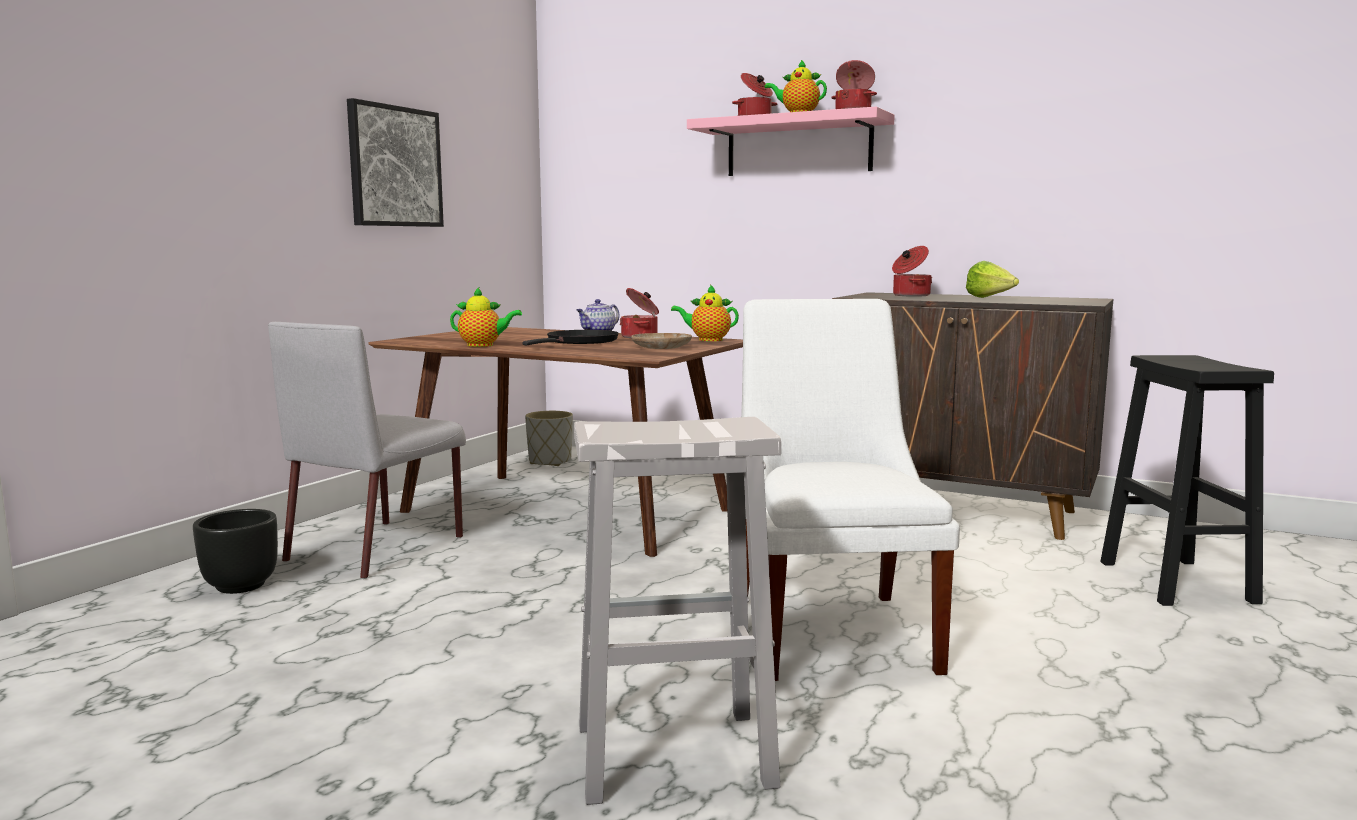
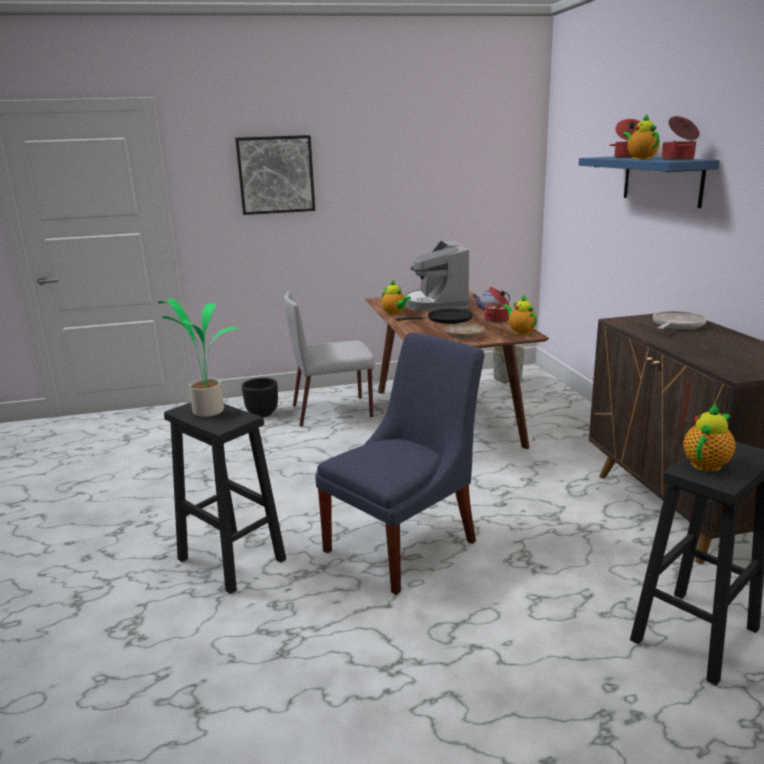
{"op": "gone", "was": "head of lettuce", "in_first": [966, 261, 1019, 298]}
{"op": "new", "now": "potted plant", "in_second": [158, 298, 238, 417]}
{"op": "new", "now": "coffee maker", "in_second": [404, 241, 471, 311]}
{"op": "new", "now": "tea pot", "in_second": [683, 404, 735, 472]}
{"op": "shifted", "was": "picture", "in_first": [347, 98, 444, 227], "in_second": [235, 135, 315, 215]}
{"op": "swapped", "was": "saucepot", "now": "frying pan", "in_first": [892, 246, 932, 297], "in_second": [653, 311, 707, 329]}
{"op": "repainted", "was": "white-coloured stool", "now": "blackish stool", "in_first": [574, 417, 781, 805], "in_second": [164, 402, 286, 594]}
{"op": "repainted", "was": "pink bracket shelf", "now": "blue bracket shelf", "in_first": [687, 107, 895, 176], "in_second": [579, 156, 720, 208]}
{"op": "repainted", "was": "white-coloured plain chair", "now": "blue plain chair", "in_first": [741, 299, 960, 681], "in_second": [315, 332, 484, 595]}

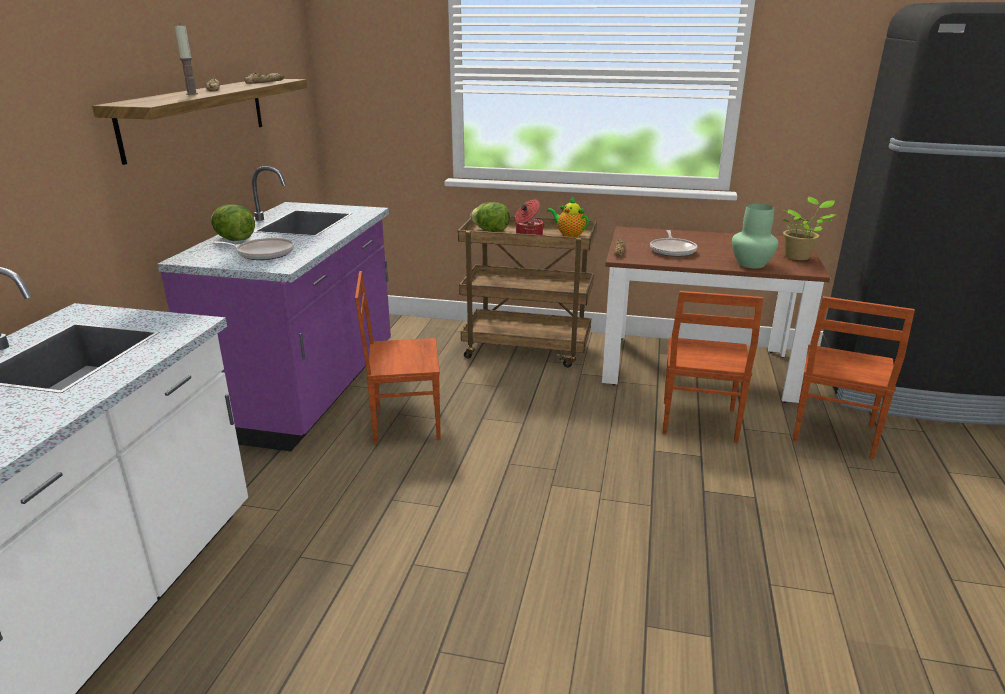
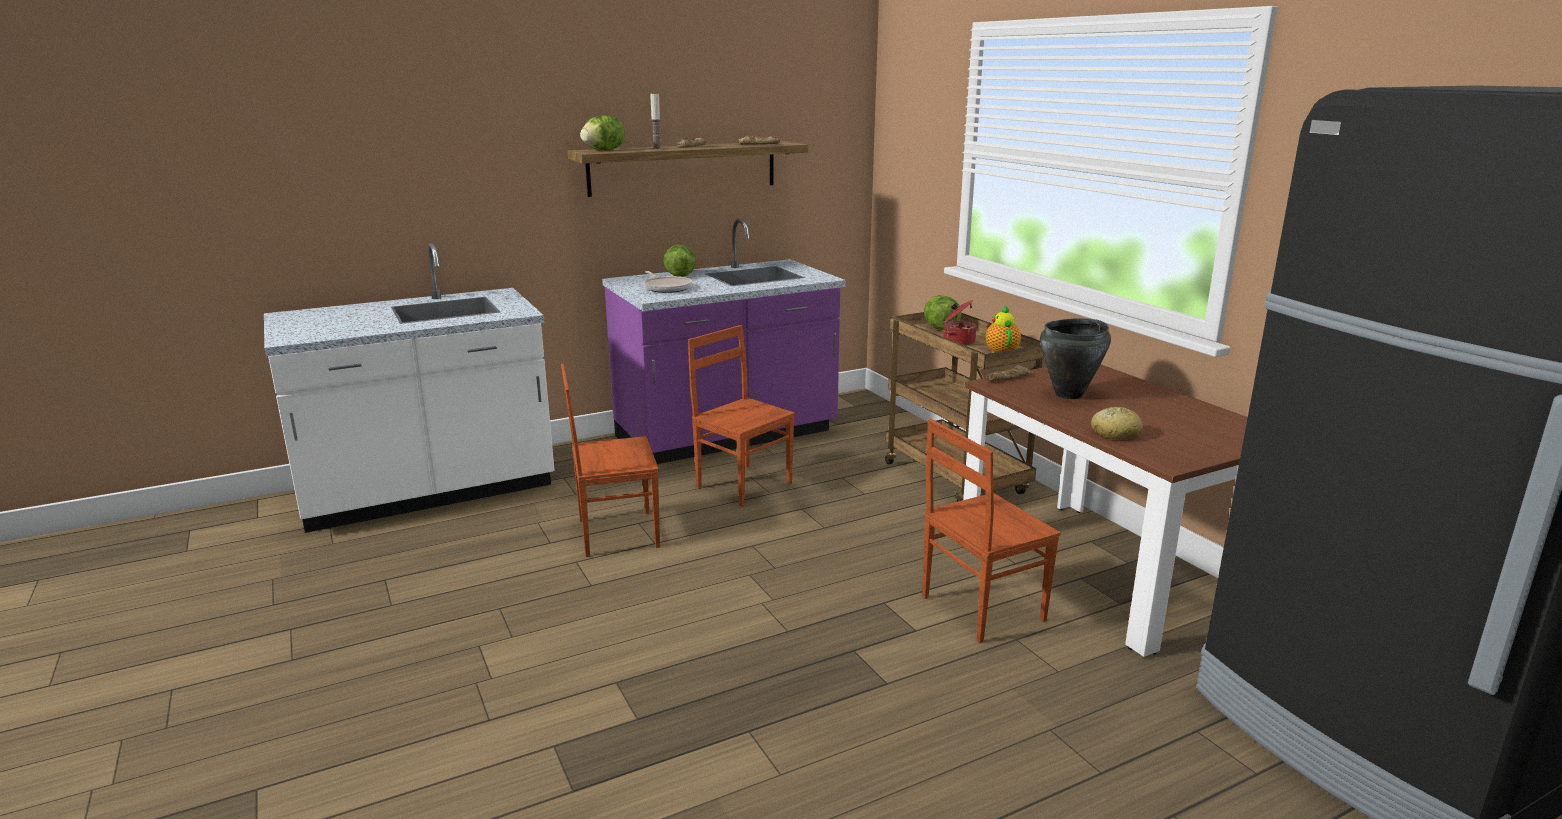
{"op": "gone", "was": "potted plant", "in_first": [782, 197, 835, 260]}
{"op": "new", "now": "head of lettuce", "in_second": [580, 115, 625, 151]}
{"op": "shifted", "was": "brown-coloured plain chair", "in_first": [793, 296, 915, 459], "in_second": [561, 364, 660, 557]}
{"op": "swapped", "was": "frying pan", "now": "blackish saucepot", "in_first": [650, 230, 697, 257], "in_second": [1040, 318, 1111, 399]}
{"op": "swapped", "was": "green decorative vase", "now": "bread", "in_first": [732, 204, 778, 268], "in_second": [1091, 407, 1143, 440]}

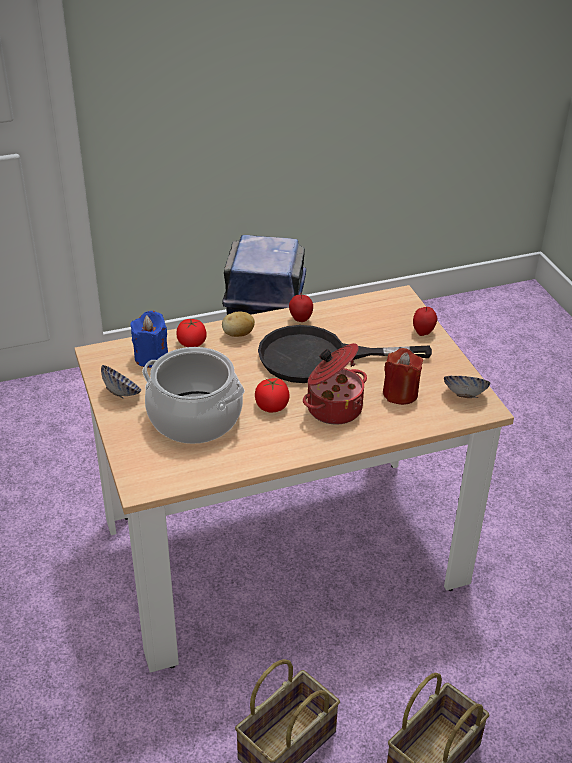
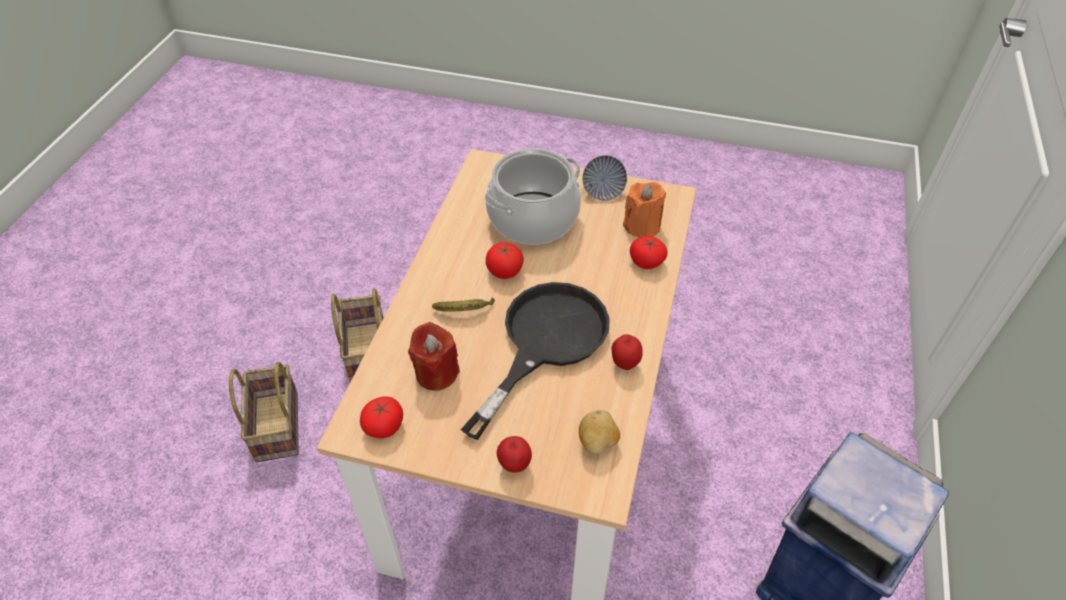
{"op": "shifted", "was": "potato", "in_first": [222, 311, 255, 337], "in_second": [579, 410, 620, 454]}
{"op": "swapped", "was": "saucepot", "now": "whole banana", "in_first": [303, 343, 367, 425], "in_second": [432, 297, 495, 312]}
{"op": "swapped", "was": "serving bowl", "now": "whole tomato", "in_first": [444, 376, 490, 398], "in_second": [360, 396, 403, 438]}
{"op": "repainted", "was": "blue wax candle", "now": "orangey wax candle", "in_first": [130, 311, 168, 368], "in_second": [623, 182, 666, 237]}

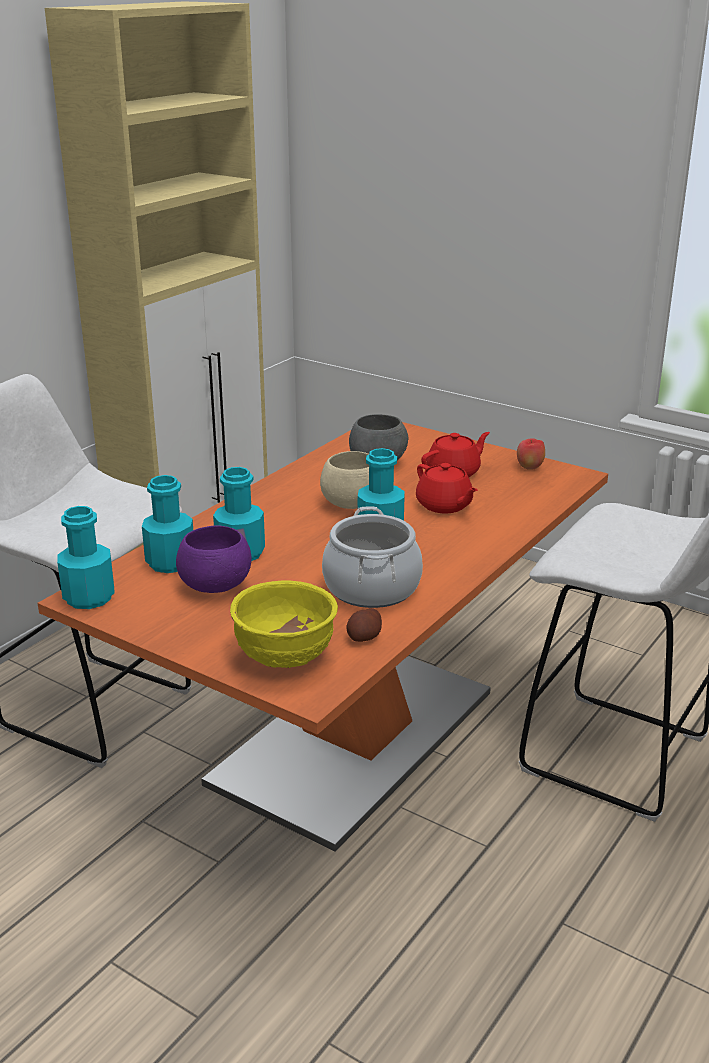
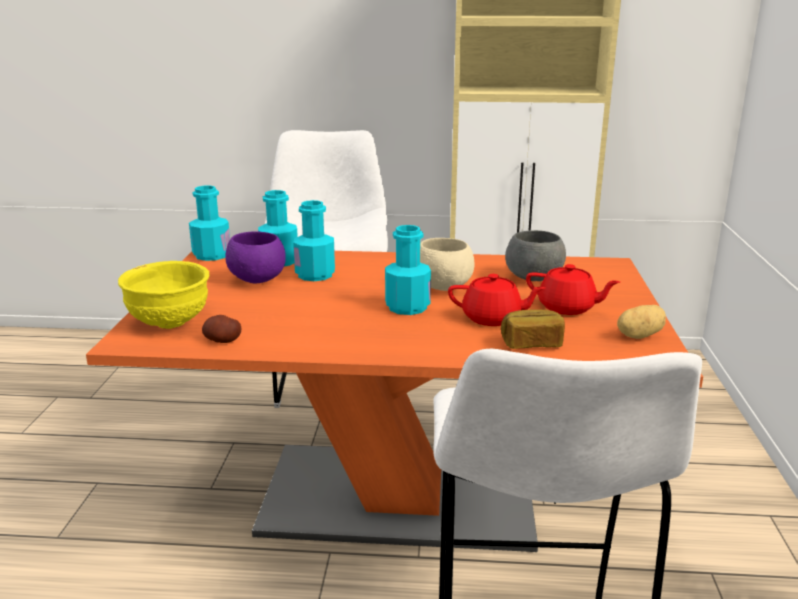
{"op": "gone", "was": "saucepot", "in_first": [322, 506, 423, 608]}
{"op": "new", "now": "bread", "in_second": [501, 309, 565, 349]}
{"op": "swapped", "was": "whole apple", "now": "potato", "in_first": [517, 438, 545, 470], "in_second": [617, 305, 666, 339]}
{"op": "rotated", "was": "red tea pot", "in_first": [416, 463, 478, 513], "in_second": [448, 274, 545, 326], "clockwise": -105}

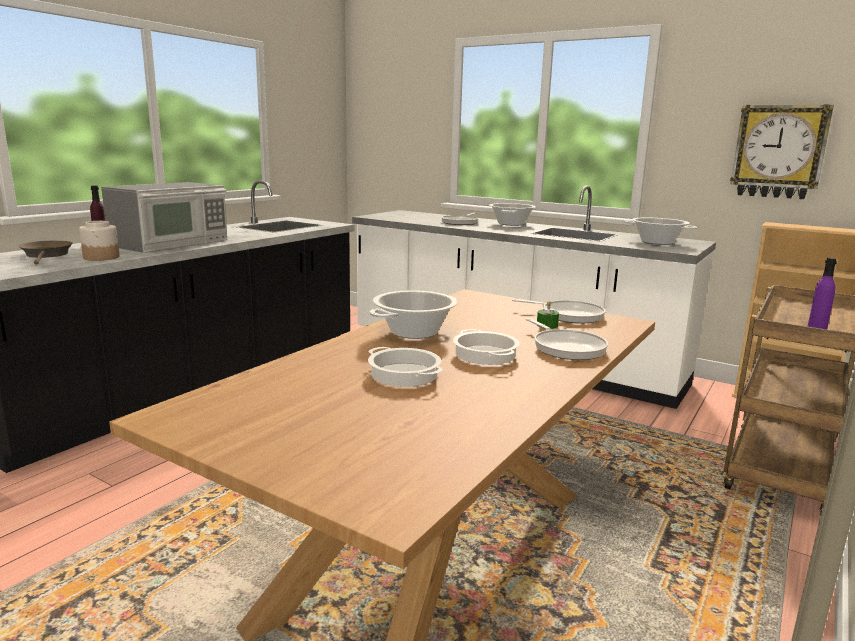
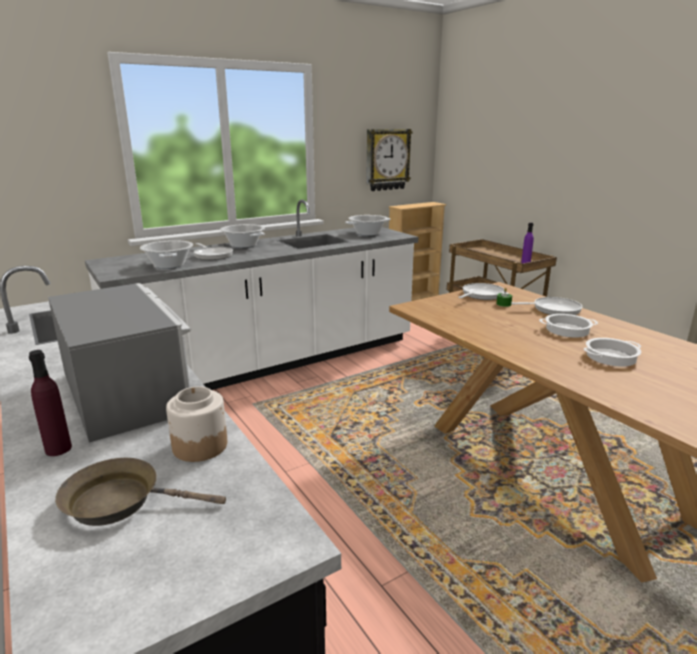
{"op": "shifted", "was": "saucepot", "in_first": [369, 290, 457, 339], "in_second": [140, 240, 193, 269]}

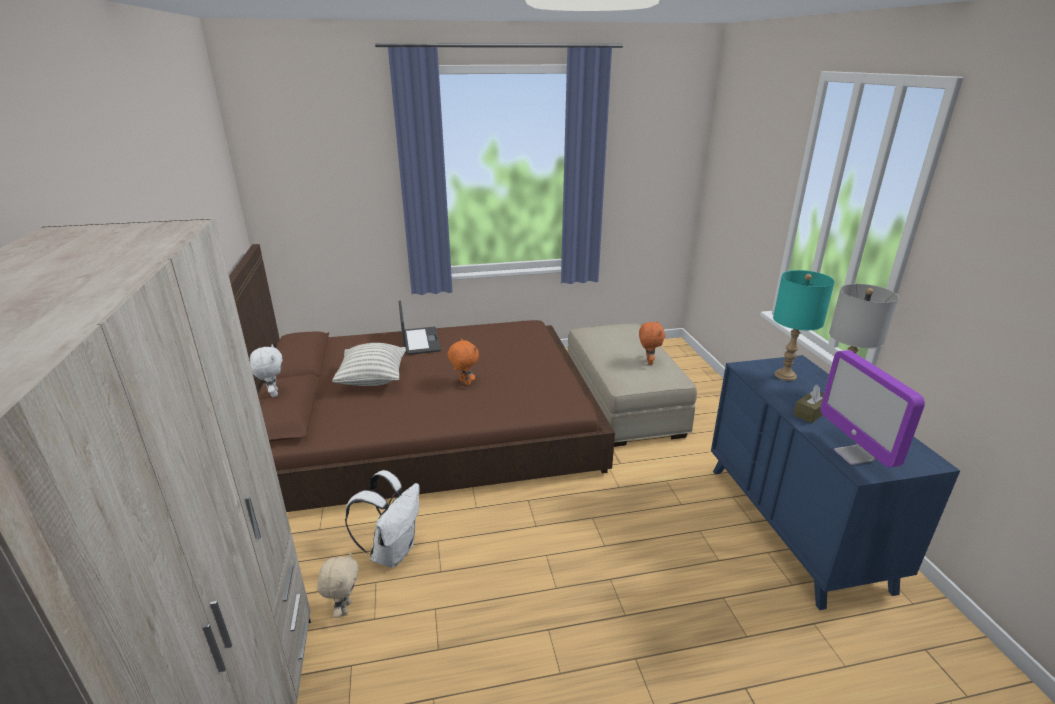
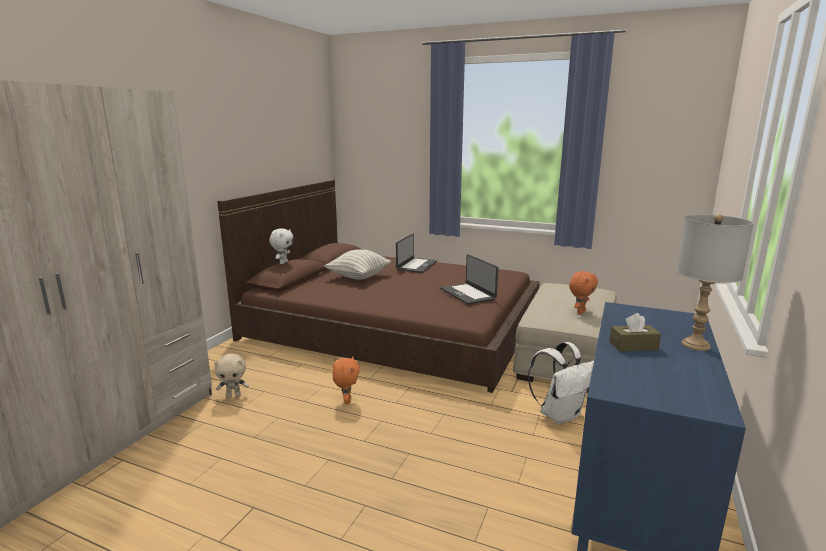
{"op": "gone", "was": "turquoise tabletop lamp", "in_first": [773, 270, 835, 381]}
{"op": "gone", "was": "computer screen", "in_first": [821, 350, 925, 468]}
{"op": "new", "now": "portable computer", "in_second": [440, 254, 498, 305]}
{"op": "shifted", "was": "white-coloured backpack", "in_first": [345, 470, 419, 568], "in_second": [528, 342, 594, 424]}
{"op": "shifted", "was": "orangey cuddly toy", "in_first": [448, 338, 479, 385], "in_second": [332, 356, 359, 404]}
{"op": "rotated", "was": "beige cuddly toy", "in_first": [317, 552, 359, 618], "in_second": [214, 354, 249, 398], "clockwise": 45}

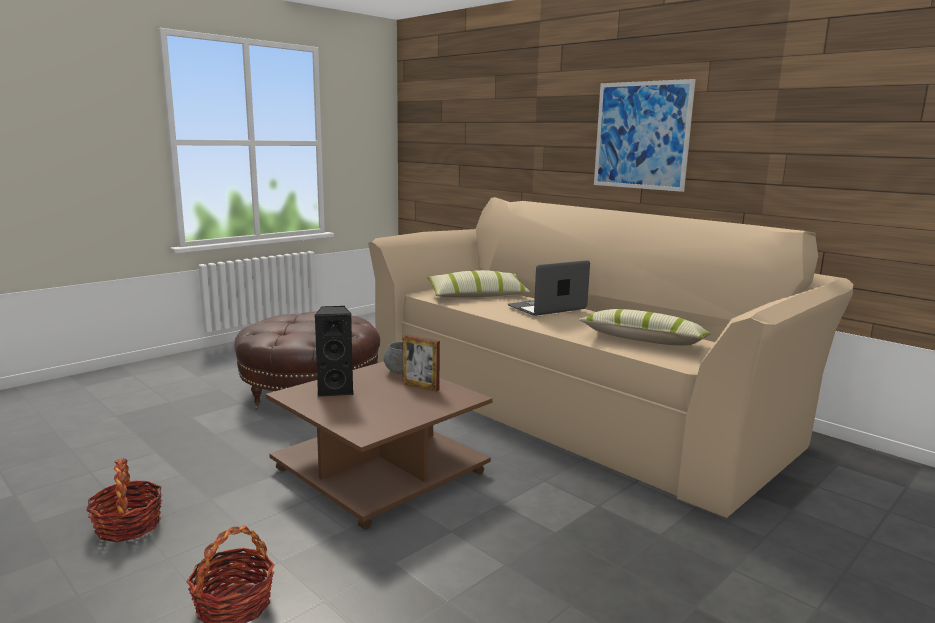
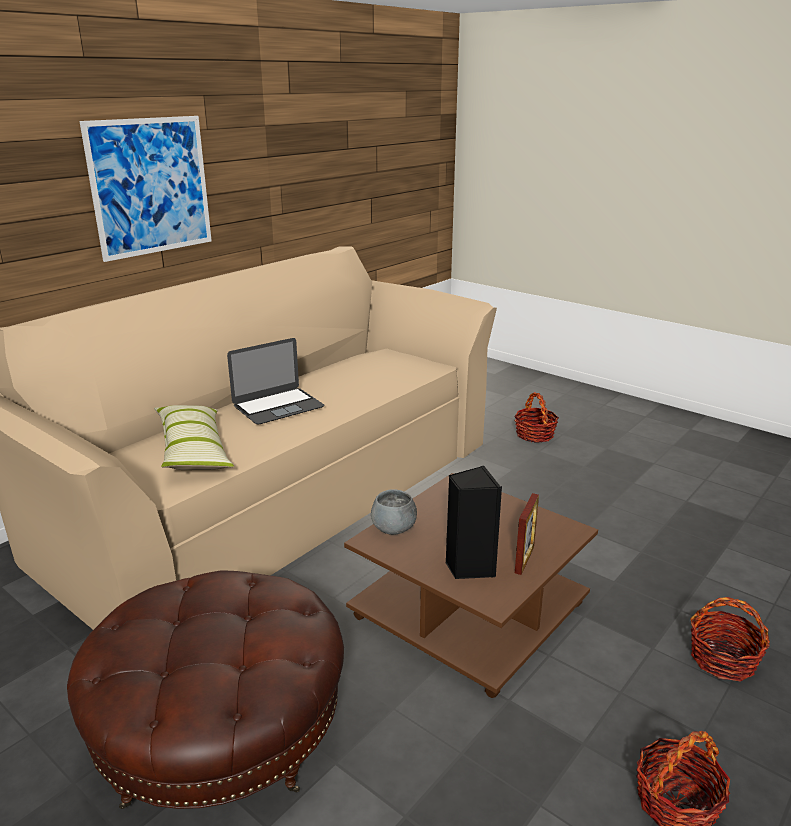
{"op": "gone", "was": "throw pillow", "in_first": [579, 309, 711, 346]}
{"op": "new", "now": "basket", "in_second": [514, 392, 559, 443]}
{"op": "shifted", "was": "picture frame", "in_first": [403, 334, 440, 392], "in_second": [515, 493, 539, 575]}
{"op": "rotated", "was": "portable computer", "in_first": [508, 260, 590, 316], "in_second": [227, 338, 324, 425], "clockwise": -90}

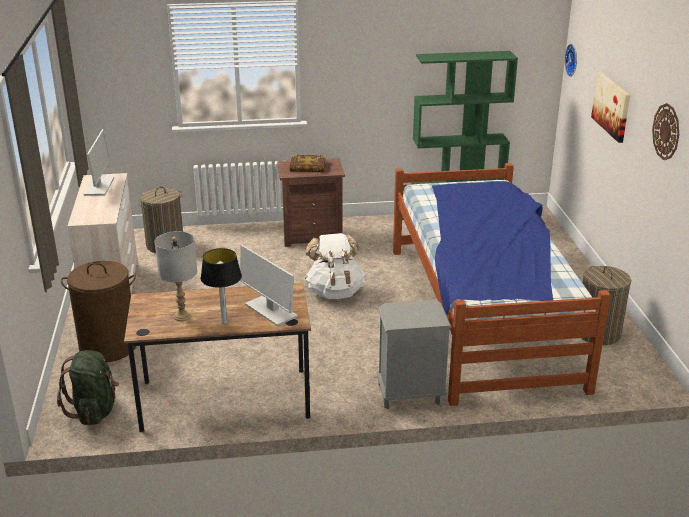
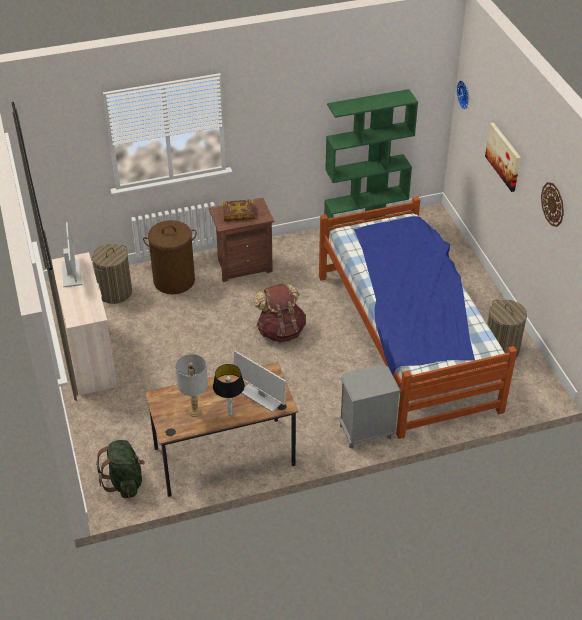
{"op": "shifted", "was": "brown-coloured laundry basket", "in_first": [61, 261, 136, 362], "in_second": [143, 220, 197, 294]}
{"op": "repainted", "was": "white-coloured backpack", "now": "brown-coloured backpack", "in_first": [305, 233, 365, 299], "in_second": [254, 284, 306, 343]}

